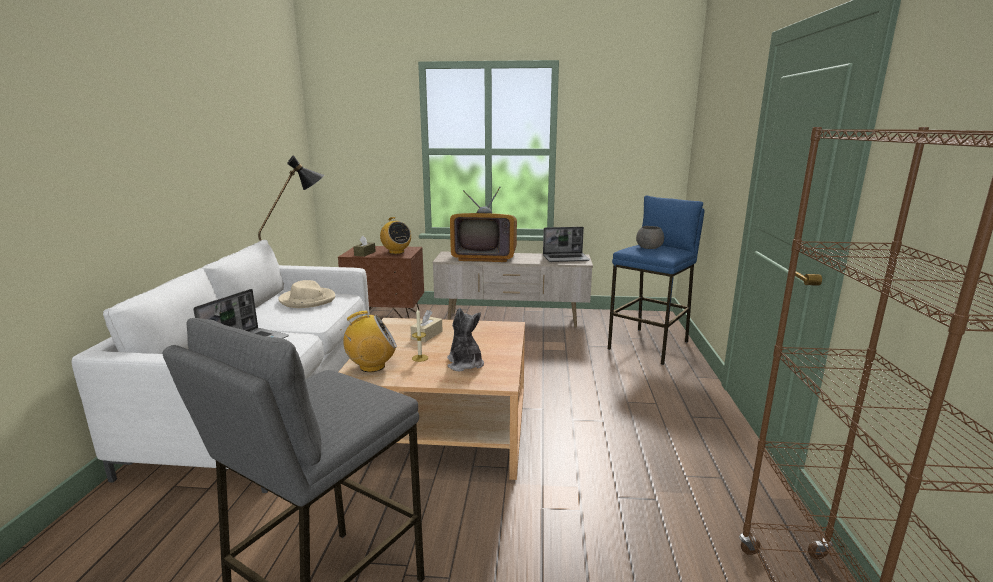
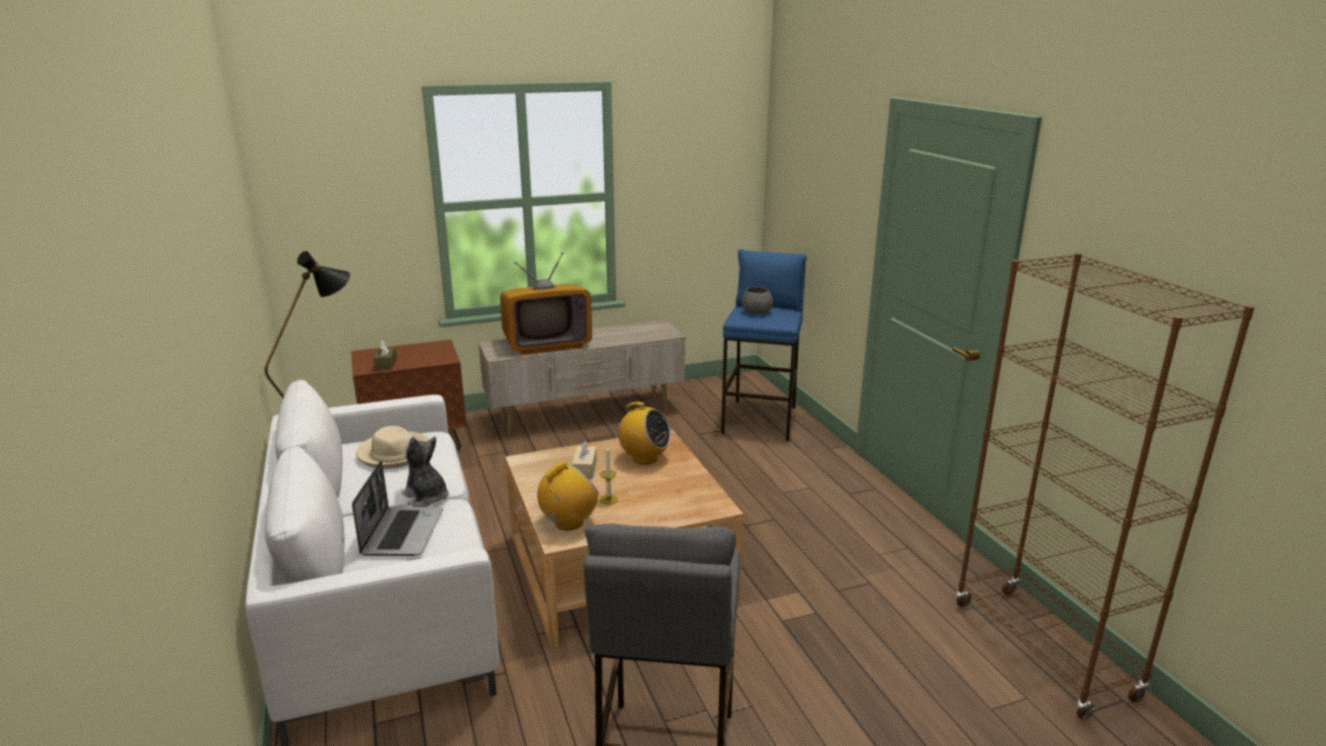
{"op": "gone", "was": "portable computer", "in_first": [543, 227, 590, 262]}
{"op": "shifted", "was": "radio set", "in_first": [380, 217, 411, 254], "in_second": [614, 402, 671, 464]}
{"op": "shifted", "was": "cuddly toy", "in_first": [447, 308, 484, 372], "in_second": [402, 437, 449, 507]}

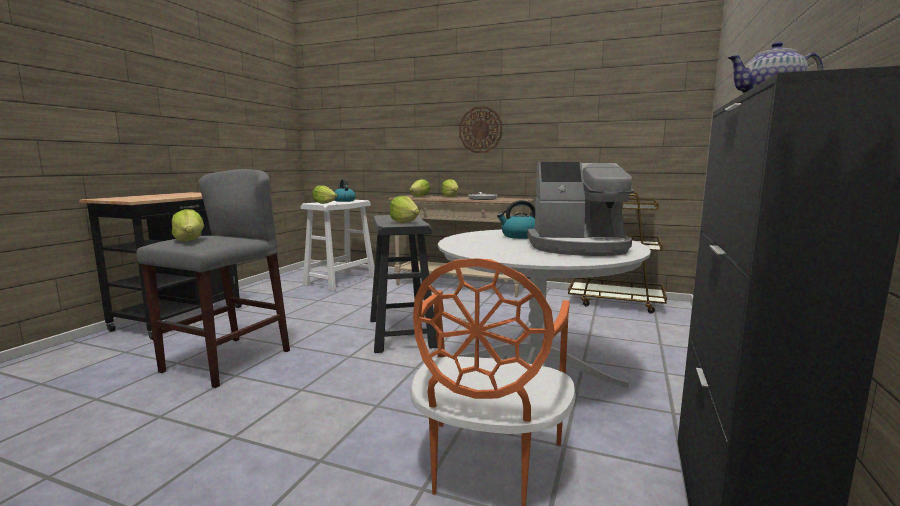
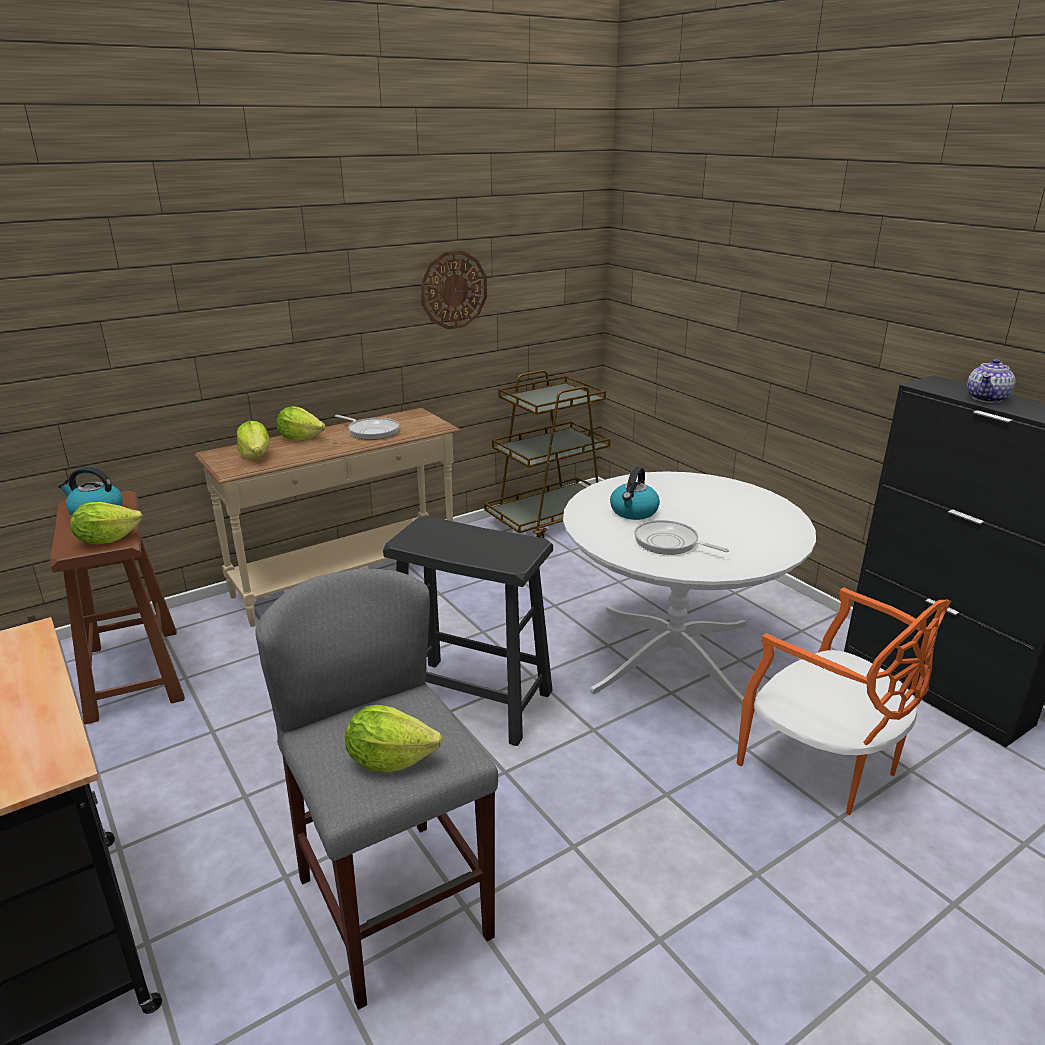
{"op": "gone", "was": "head of lettuce", "in_first": [390, 196, 419, 223]}
{"op": "gone", "was": "coffee maker", "in_first": [527, 162, 634, 256]}
{"op": "new", "now": "frying pan", "in_second": [634, 520, 729, 555]}
{"op": "shifted", "was": "clock on the wall", "in_first": [459, 106, 503, 153], "in_second": [420, 251, 487, 330]}
{"op": "repainted", "was": "white-coloured stool", "now": "brown-coloured stool", "in_first": [301, 200, 375, 291], "in_second": [50, 491, 185, 725]}

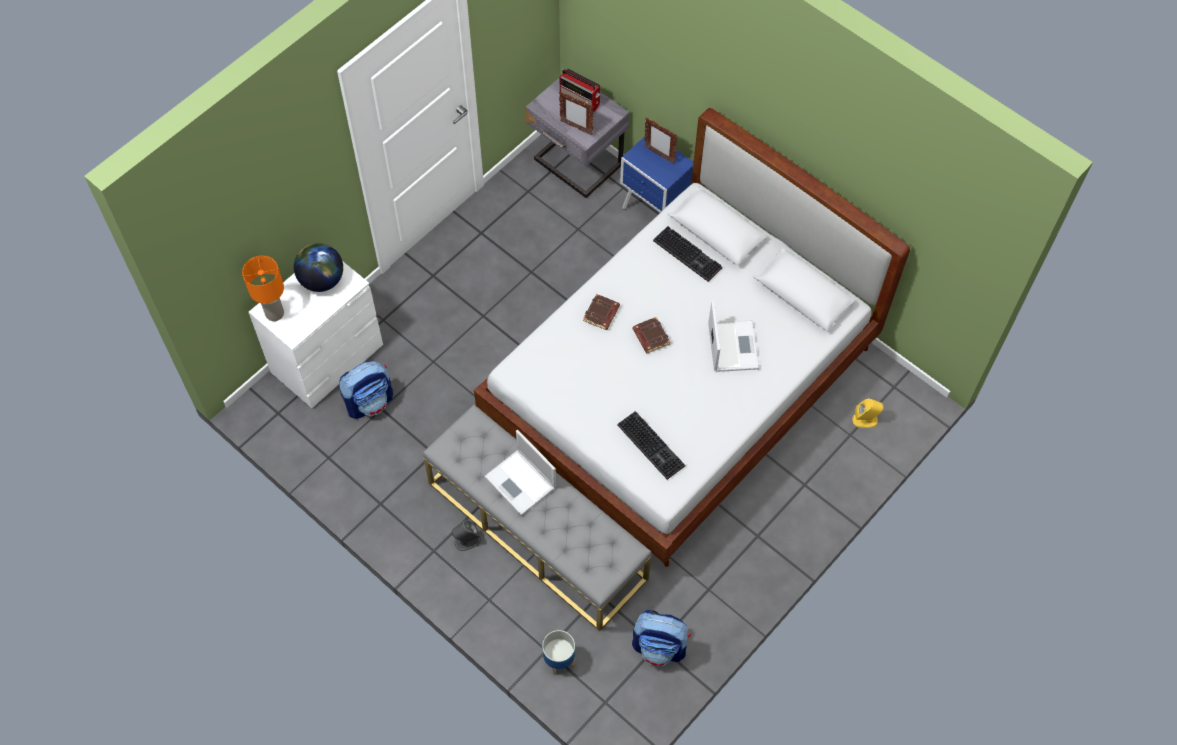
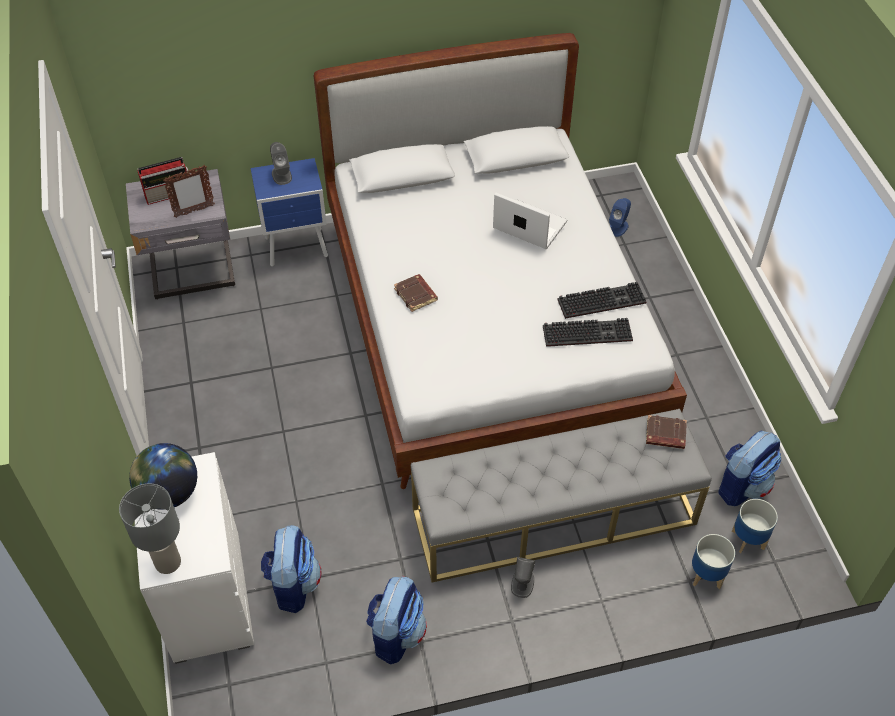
{"op": "gone", "was": "portable computer", "in_first": [485, 430, 556, 515]}
{"op": "new", "now": "backpack", "in_second": [366, 576, 427, 664]}
{"op": "new", "now": "flower pot", "in_second": [732, 499, 778, 553]}
{"op": "shifted", "was": "brown-coloured volume", "in_first": [632, 317, 670, 354], "in_second": [646, 415, 687, 449]}
{"op": "shifted", "was": "keyboard", "in_first": [653, 226, 722, 282], "in_second": [558, 282, 646, 319]}
{"op": "swapped", "was": "picture frame", "now": "grey audio speaker", "in_first": [644, 117, 678, 164], "in_second": [270, 142, 292, 185]}
{"op": "repainted", "was": "orangey tabletop lamp", "now": "grey tabletop lamp", "in_first": [242, 256, 284, 321], "in_second": [119, 483, 181, 574]}
{"op": "repainted", "was": "yellow audio speaker", "now": "blue audio speaker", "in_first": [852, 398, 884, 428], "in_second": [609, 198, 631, 237]}

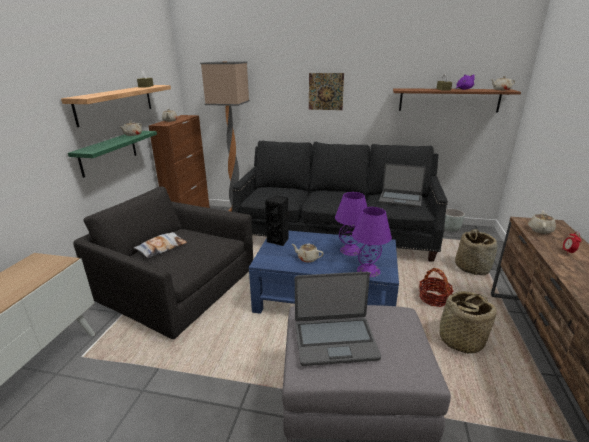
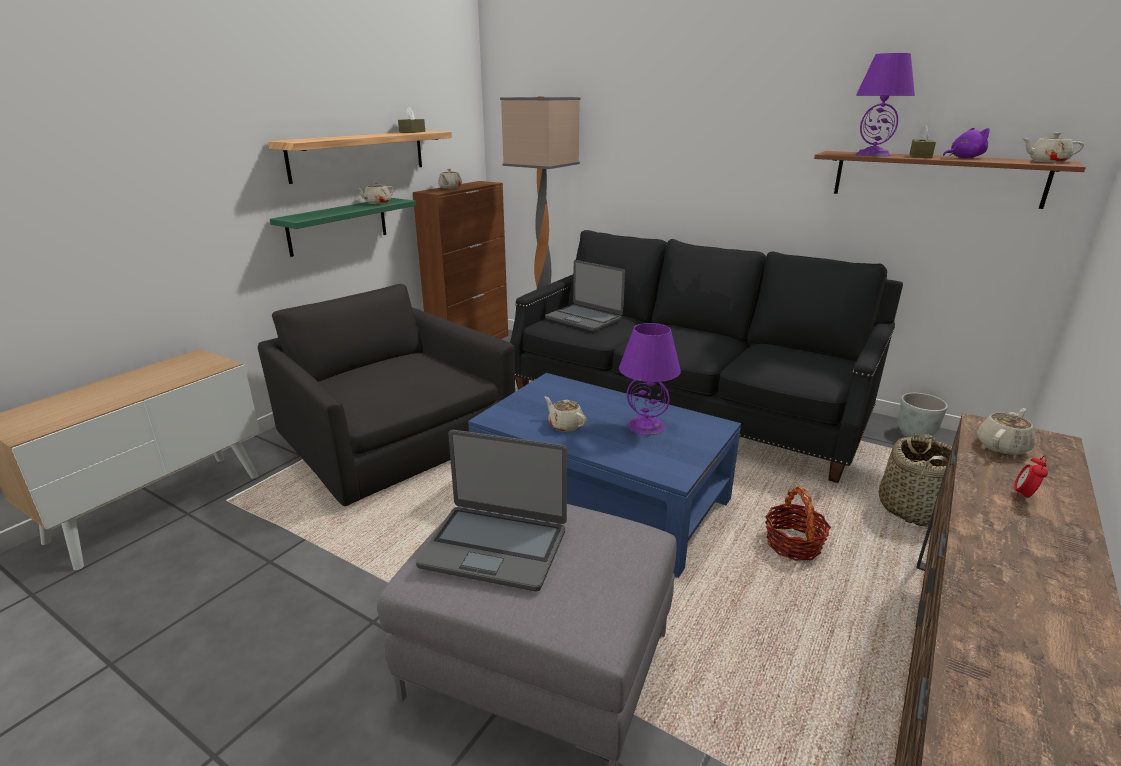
{"op": "gone", "was": "throw pillow", "in_first": [134, 232, 187, 258]}
{"op": "gone", "was": "blackish audio speaker", "in_first": [265, 196, 289, 246]}
{"op": "gone", "was": "picture", "in_first": [309, 73, 344, 110]}
{"op": "gone", "was": "basket", "in_first": [432, 291, 497, 354]}
{"op": "shifted", "was": "purplish tabletop lamp", "in_first": [352, 207, 392, 277], "in_second": [856, 53, 915, 156]}
{"op": "shifted", "was": "portable computer", "in_first": [379, 163, 426, 208], "in_second": [545, 260, 625, 331]}

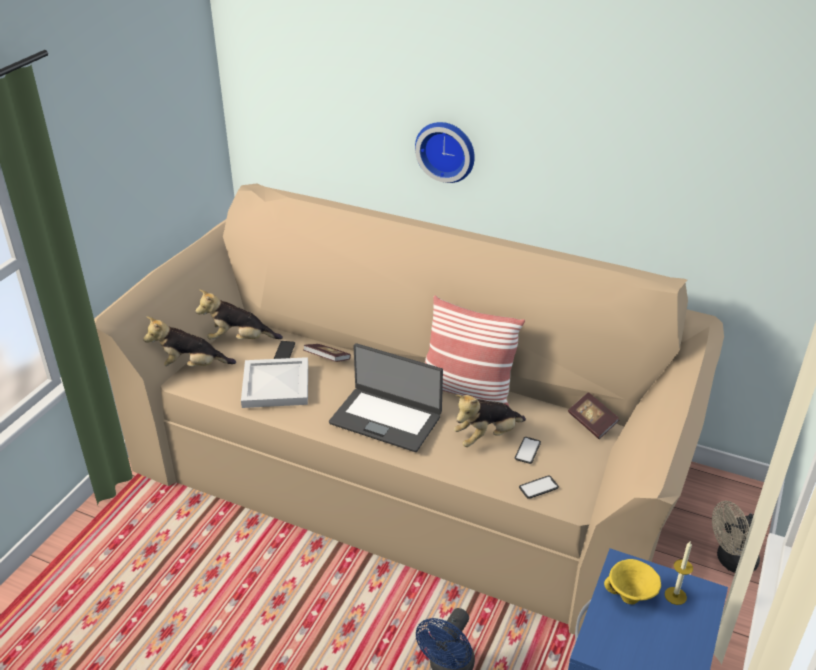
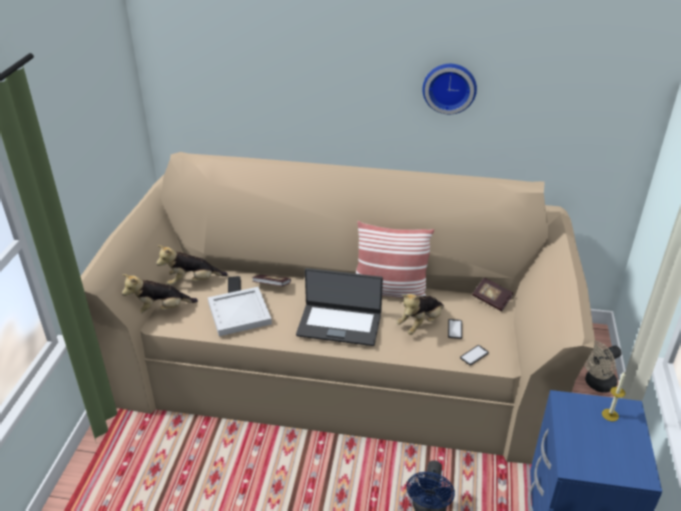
{"op": "gone", "was": "yellow serving bowl", "in_first": [604, 559, 661, 604]}
{"op": "shifted", "was": "clock on the wall", "in_first": [415, 122, 475, 183], "in_second": [422, 64, 477, 114]}

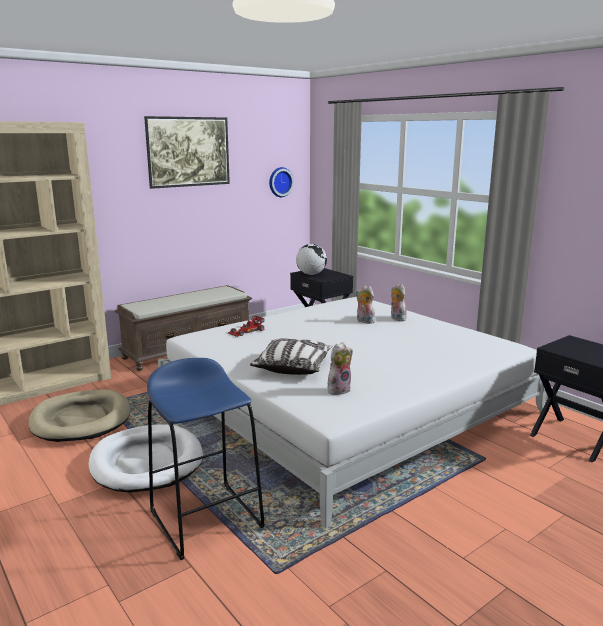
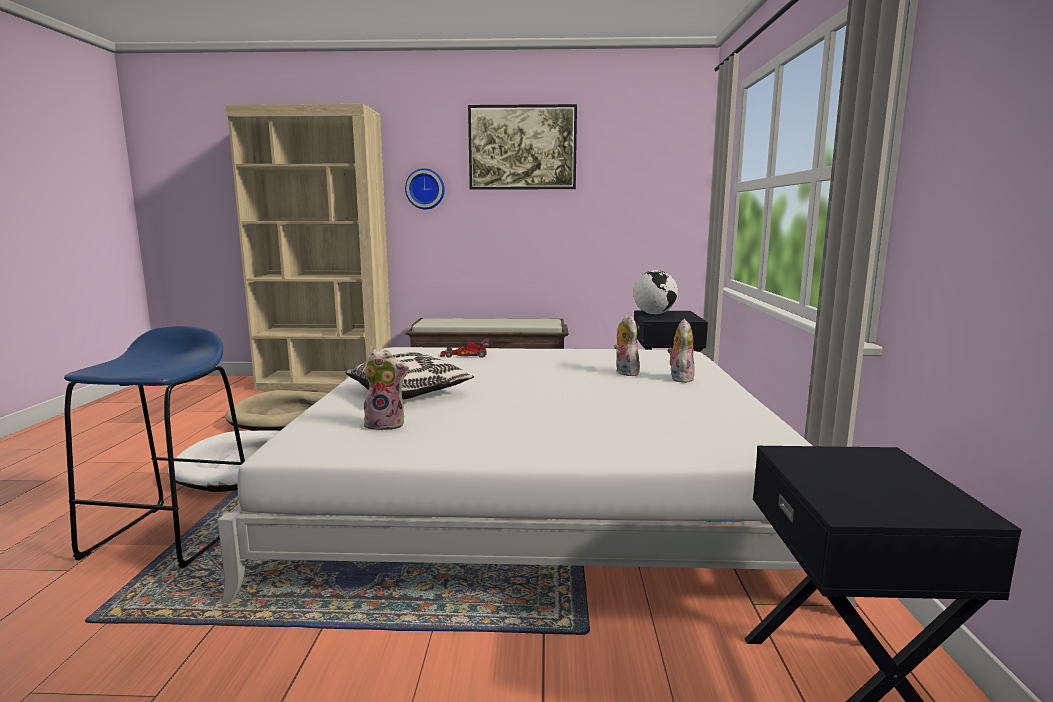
{"op": "shifted", "was": "clock on the wall", "in_first": [269, 167, 294, 197], "in_second": [405, 168, 445, 209]}

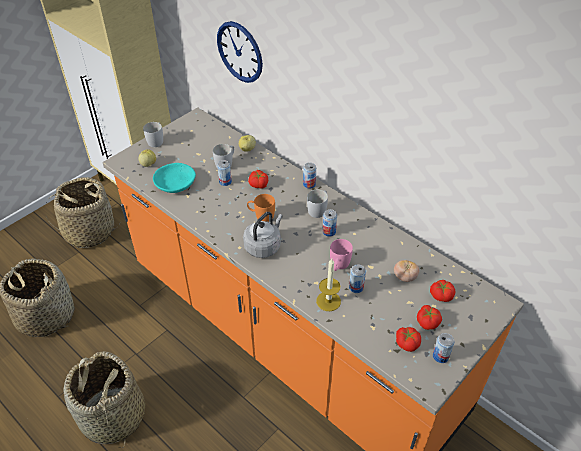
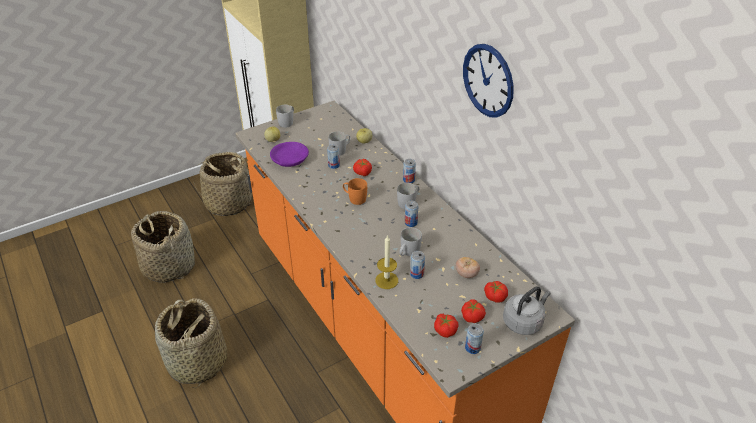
{"op": "shifted", "was": "clock on the wall", "in_first": [217, 21, 263, 83], "in_second": [463, 44, 514, 118]}
{"op": "shifted", "was": "grey kettle", "in_first": [243, 212, 283, 258], "in_second": [503, 287, 551, 335]}
{"op": "repainted", "was": "turquoise serving bowl", "now": "purplish serving bowl", "in_first": [153, 163, 196, 193], "in_second": [270, 142, 309, 167]}
{"op": "repainted", "was": "pink mug", "now": "white-coloured mug", "in_first": [330, 239, 353, 271], "in_second": [399, 227, 422, 256]}

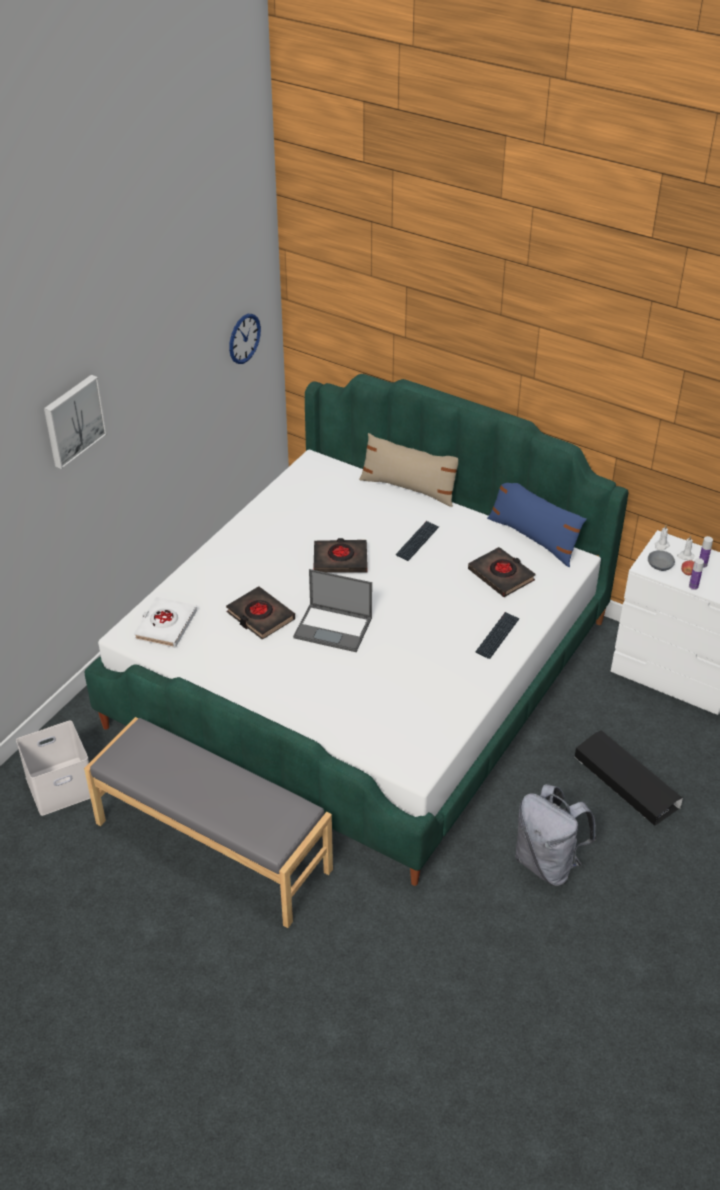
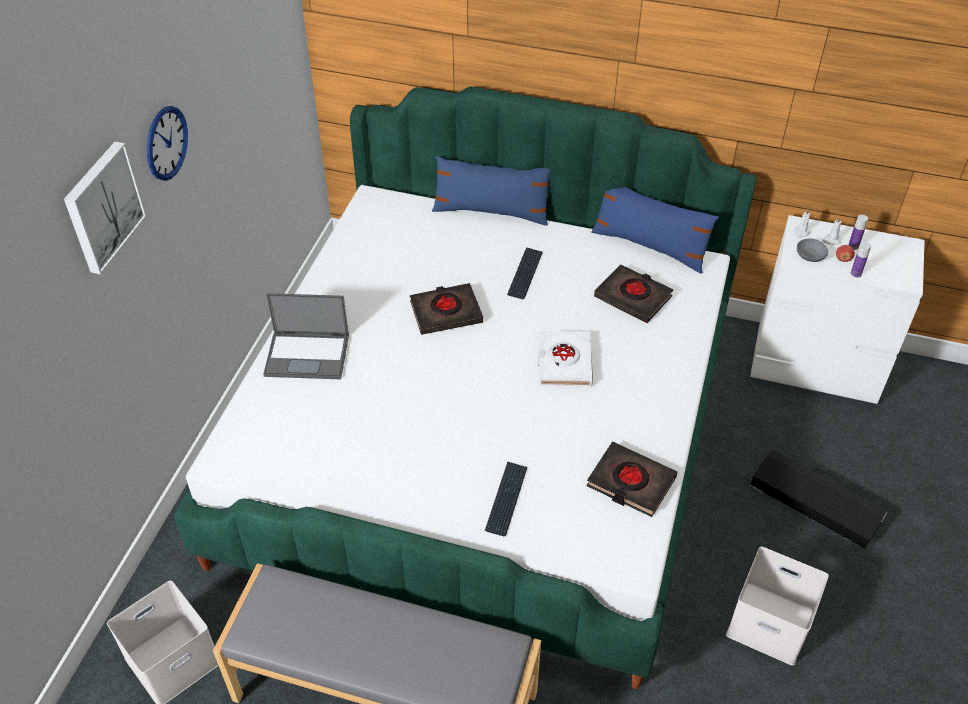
{"op": "shifted", "was": "white-coloured volume", "in_first": [134, 597, 197, 648], "in_second": [538, 331, 593, 387]}
{"op": "shifted", "was": "blackish volume", "in_first": [226, 586, 295, 640], "in_second": [587, 442, 677, 517]}
{"op": "shifted", "was": "clock on the wall", "in_first": [229, 314, 261, 364], "in_second": [147, 106, 188, 181]}
{"op": "shifted", "was": "portable computer", "in_first": [293, 569, 372, 652], "in_second": [263, 293, 349, 379]}
{"op": "shifted", "was": "keyboard", "in_first": [476, 612, 520, 659], "in_second": [485, 461, 527, 536]}
{"op": "swapped", "was": "grey backpack", "now": "white-coloured storage container", "in_first": [515, 784, 596, 886], "in_second": [726, 547, 829, 665]}
{"op": "repainted", "was": "beige throw pillow", "now": "blue throw pillow", "in_first": [359, 433, 458, 507], "in_second": [432, 156, 550, 226]}

